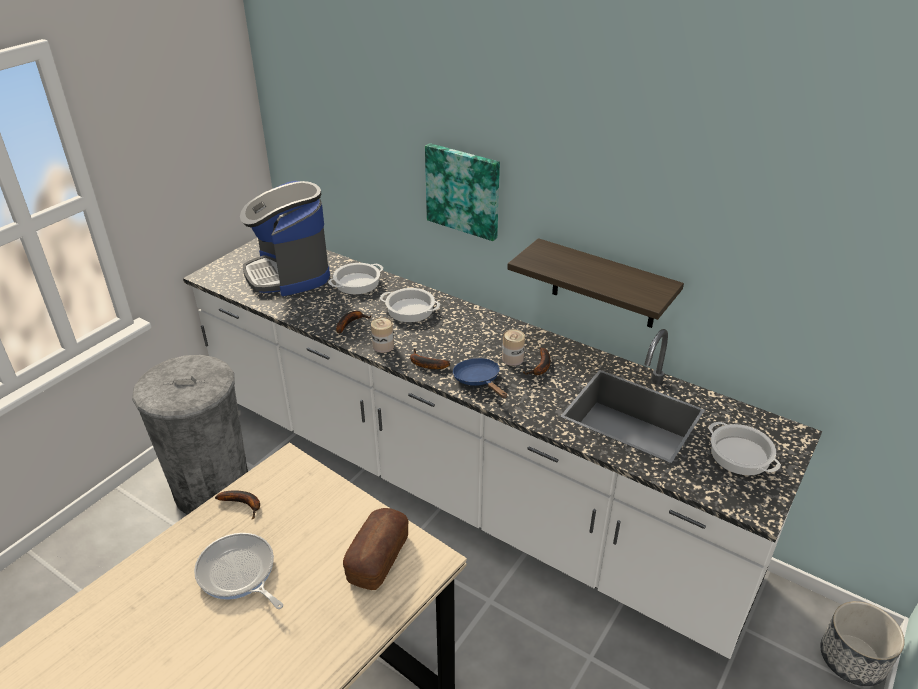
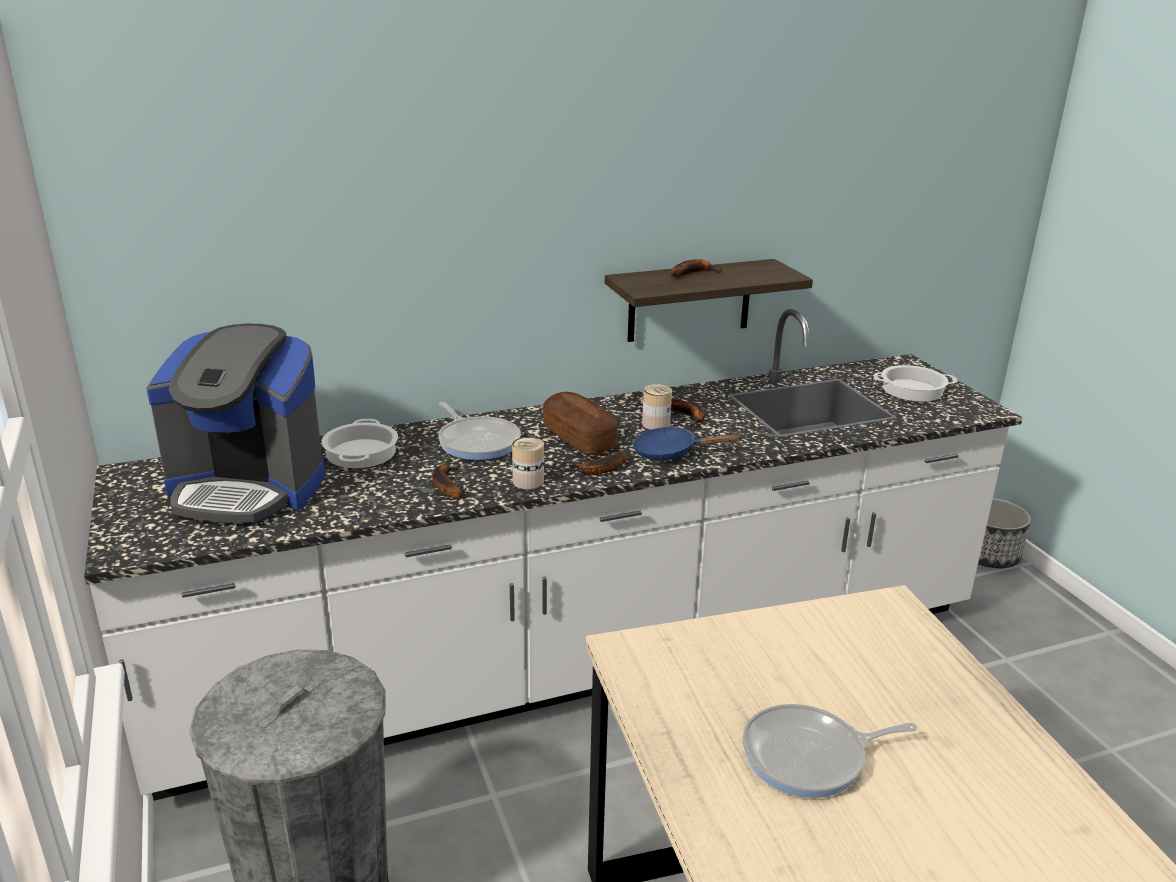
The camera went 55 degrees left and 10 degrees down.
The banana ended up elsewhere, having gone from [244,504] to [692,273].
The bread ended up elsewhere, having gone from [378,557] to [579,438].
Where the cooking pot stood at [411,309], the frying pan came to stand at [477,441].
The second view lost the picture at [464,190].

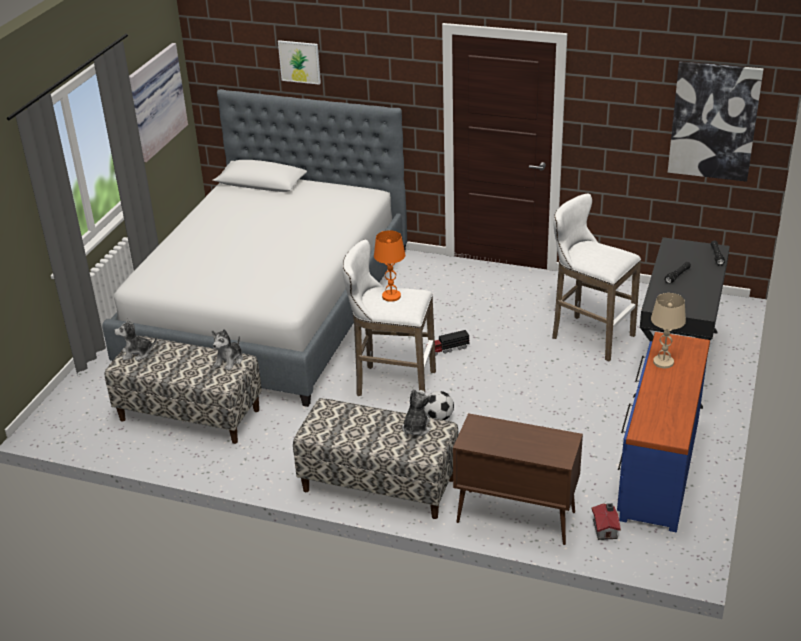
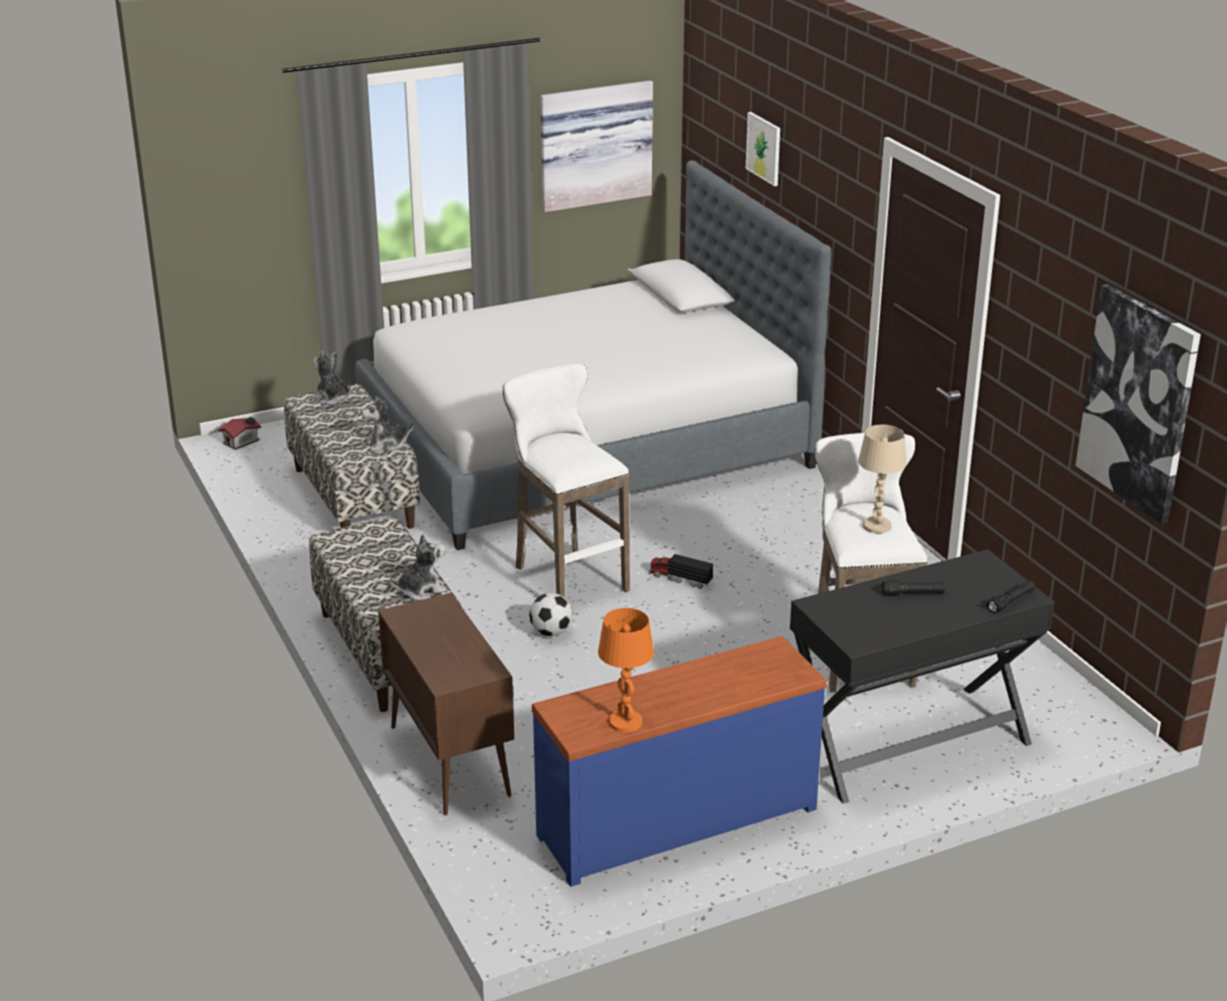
The camera went 45 degrees right and 5 degrees down.
The orange table lamp ended up elsewhere, having gone from [391,296] to [626,722].
The toy house ended up elsewhere, having gone from [605,528] to [242,442].
The beige table lamp ended up elsewhere, having gone from [663,362] to [877,526].

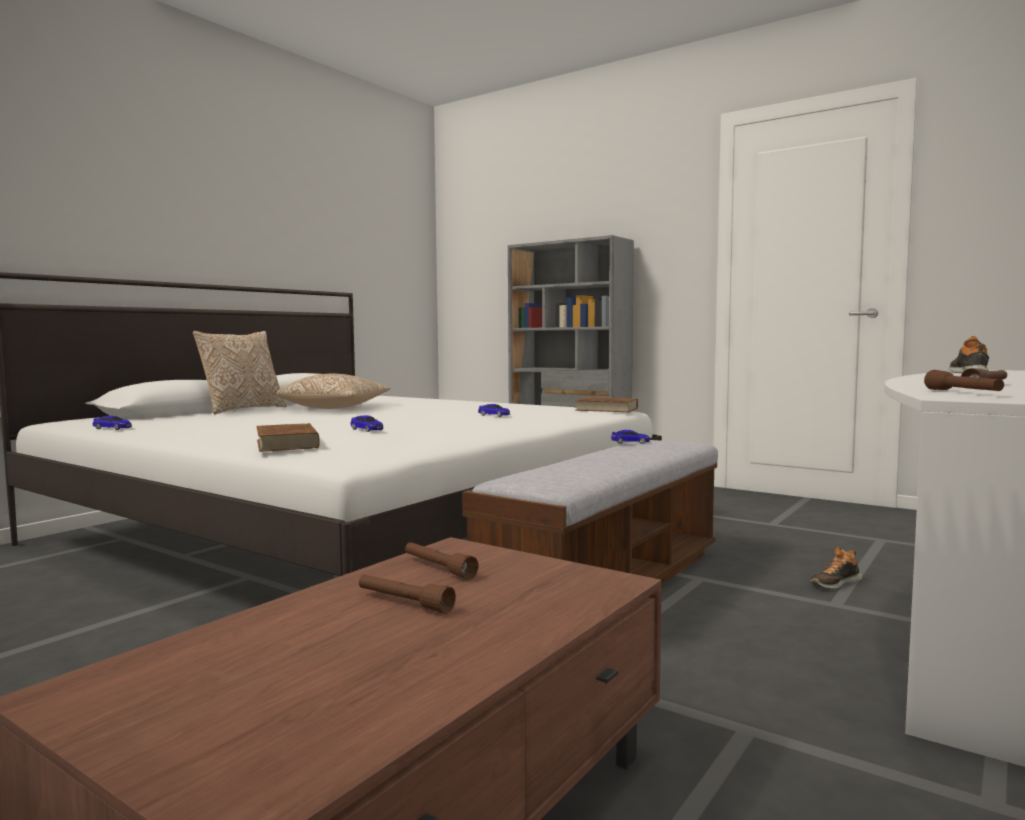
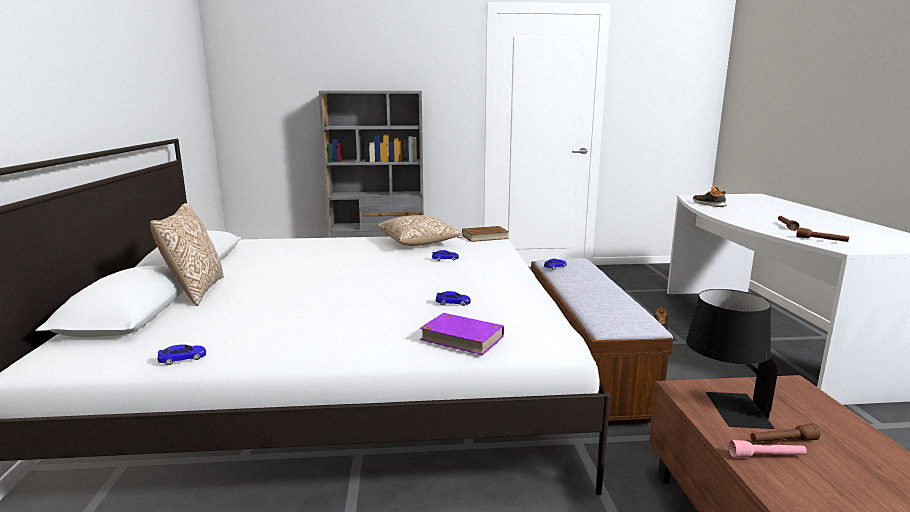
The camera went 40 degrees left and 10 degrees up.
What was the brown book at [287,444] turned into the purple book at [461,338].
The pillow ended up elsewhere, having gone from [335,408] to [419,243].
Where the brown flashlight stood at [438,568], the black table lamp came to stand at [723,409].
The second view gained the pink flashlight at [766,456].

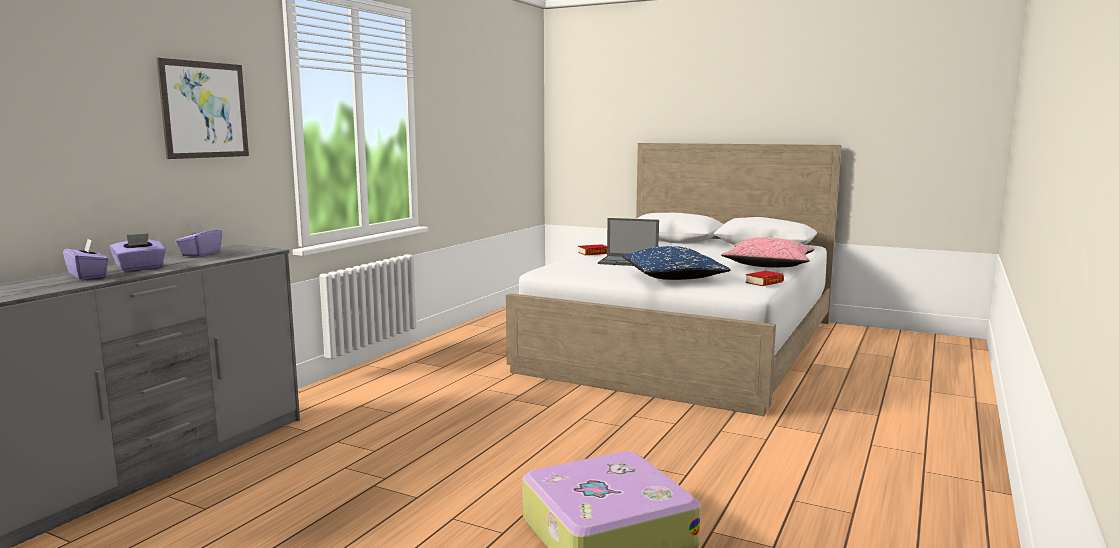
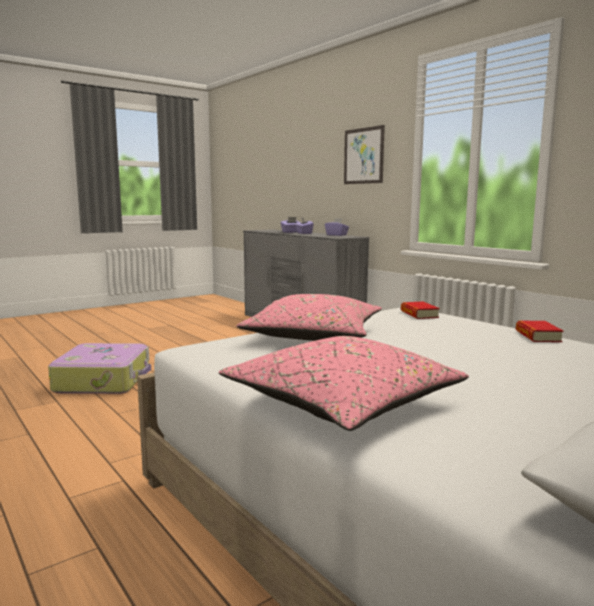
The camera went 115 degrees right and 0 degrees up.
The second view lost the laptop at [629,262].
What was the blue pillow at [673,277] turned into the pink pillow at [313,336].
The book ended up elsewhere, having gone from [764,282] to [419,314].

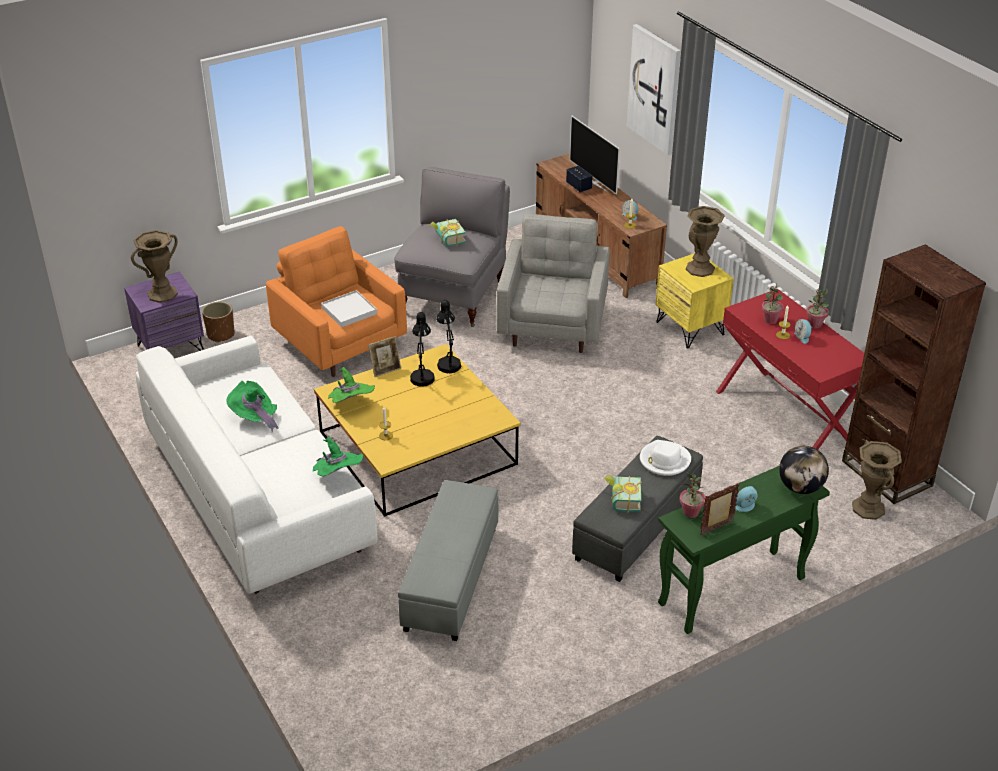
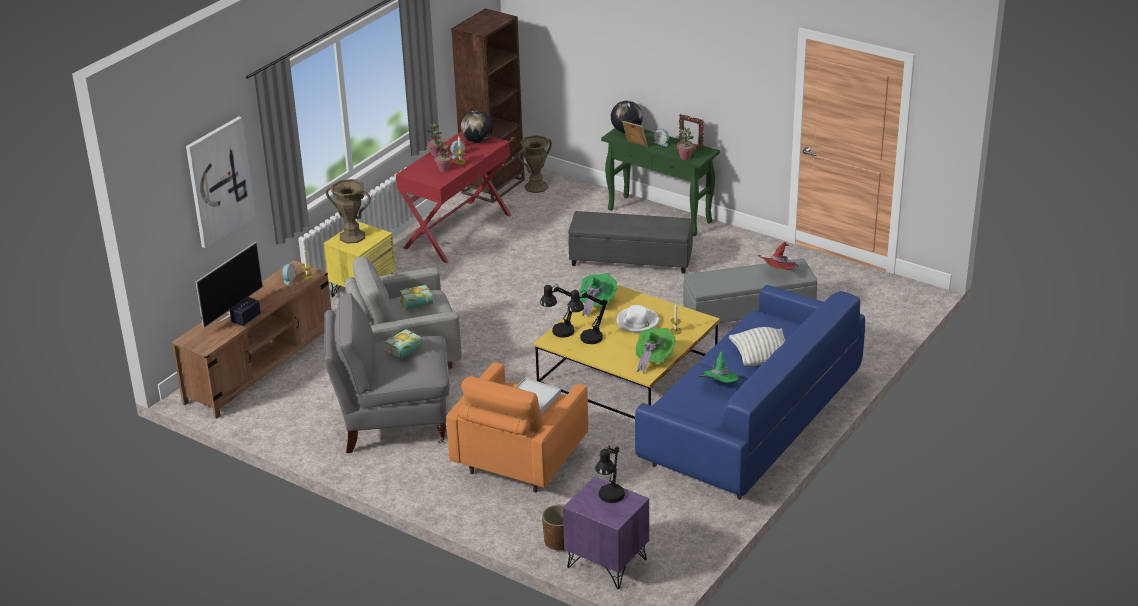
The camera went 115 degrees left and 5 degrees down.
Where the brown vase stood at [162,294], the black table lamp came to stand at [609,498].
What was the white sofa at [260,495] turned into the blue sofa at [749,423].
The green hat ended up elsewhere, having gone from [338,475] to [596,303].
The picture frame ended up elsewhere, having gone from [385,370] to [635,146].
The book ended up elsewhere, having gone from [621,500] to [418,306].
The white hat ended up elsewhere, having gone from [664,460] to [637,322].
The second view gained the globe at [477,141].
The second view gained the pillow at [762,359].
The second view gained the red hat at [777,274].

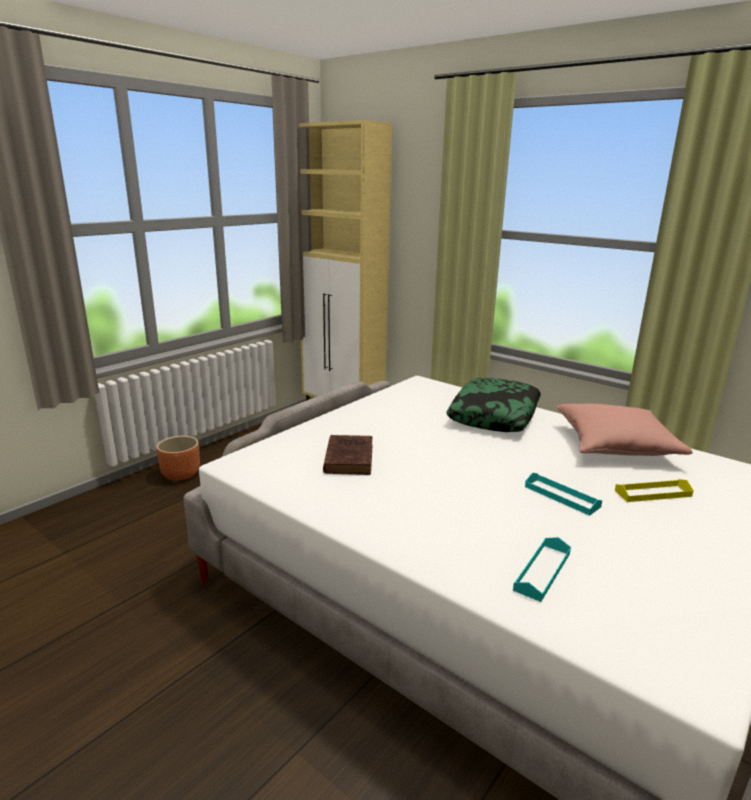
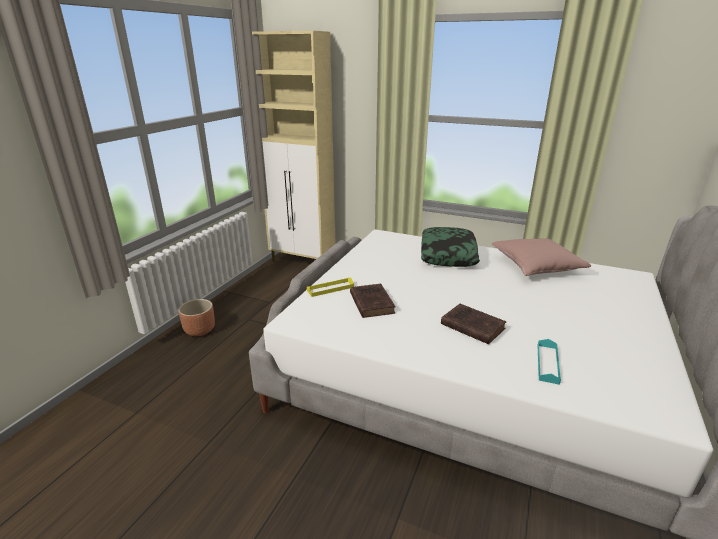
The camera went 15 degrees left and 5 degrees up.
The second view lost the turquoise tray at [561,496].
The yellow tray ended up elsewhere, having gone from [653,493] to [330,289].
The second view gained the brown book at [471,326].

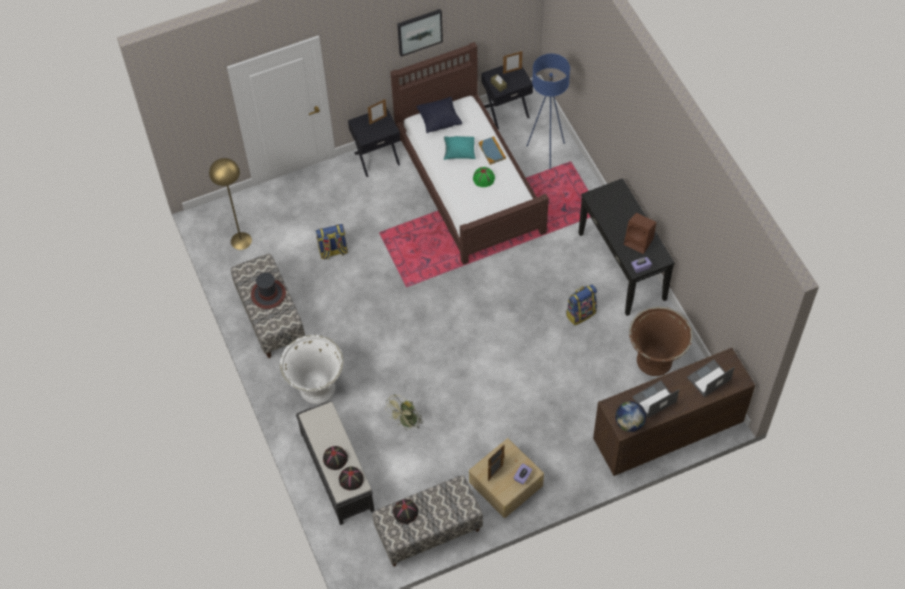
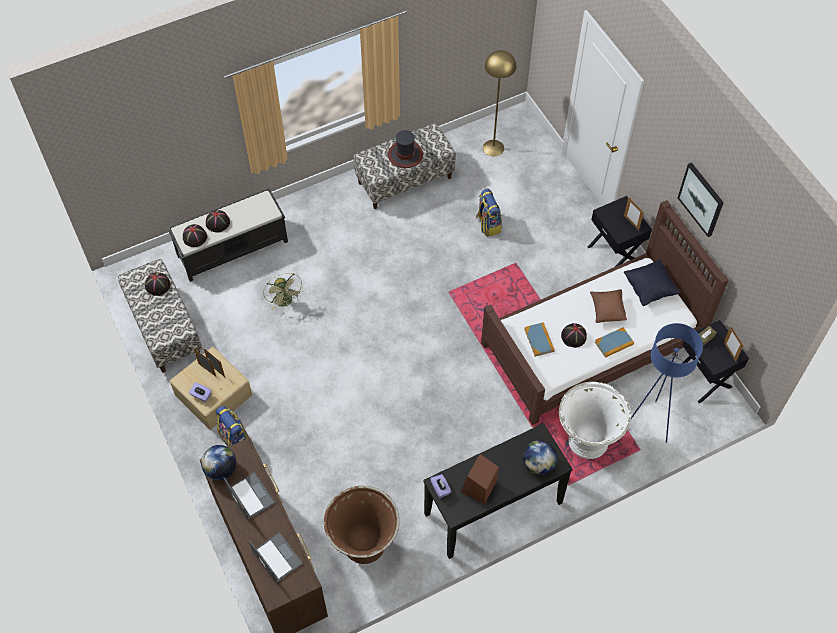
The camera went 85 degrees right and 0 degrees up.
The white planter ended up elsewhere, having gone from [316,389] to [587,440].
The green fan at [406,423] ended up facing another way, 150 degrees counterclockwise from before.
What was the turquoise pillow at [459,152] turned into the brown pillow at [607,310].
What was the green hat at [484,178] turned into the black hat at [573,337].
The backpack ended up elsewhere, having gone from [580,313] to [235,439].
The second view gained the globe at [538,464].
The second view gained the book at [539,340].

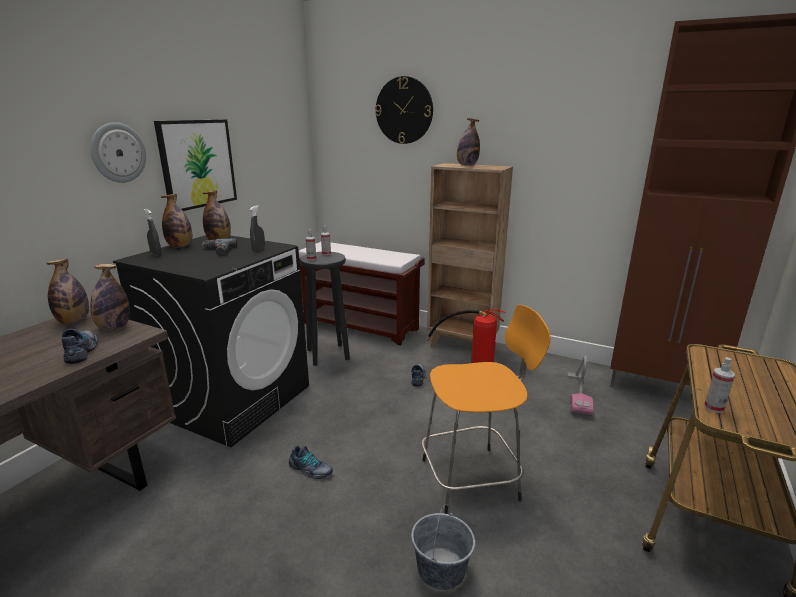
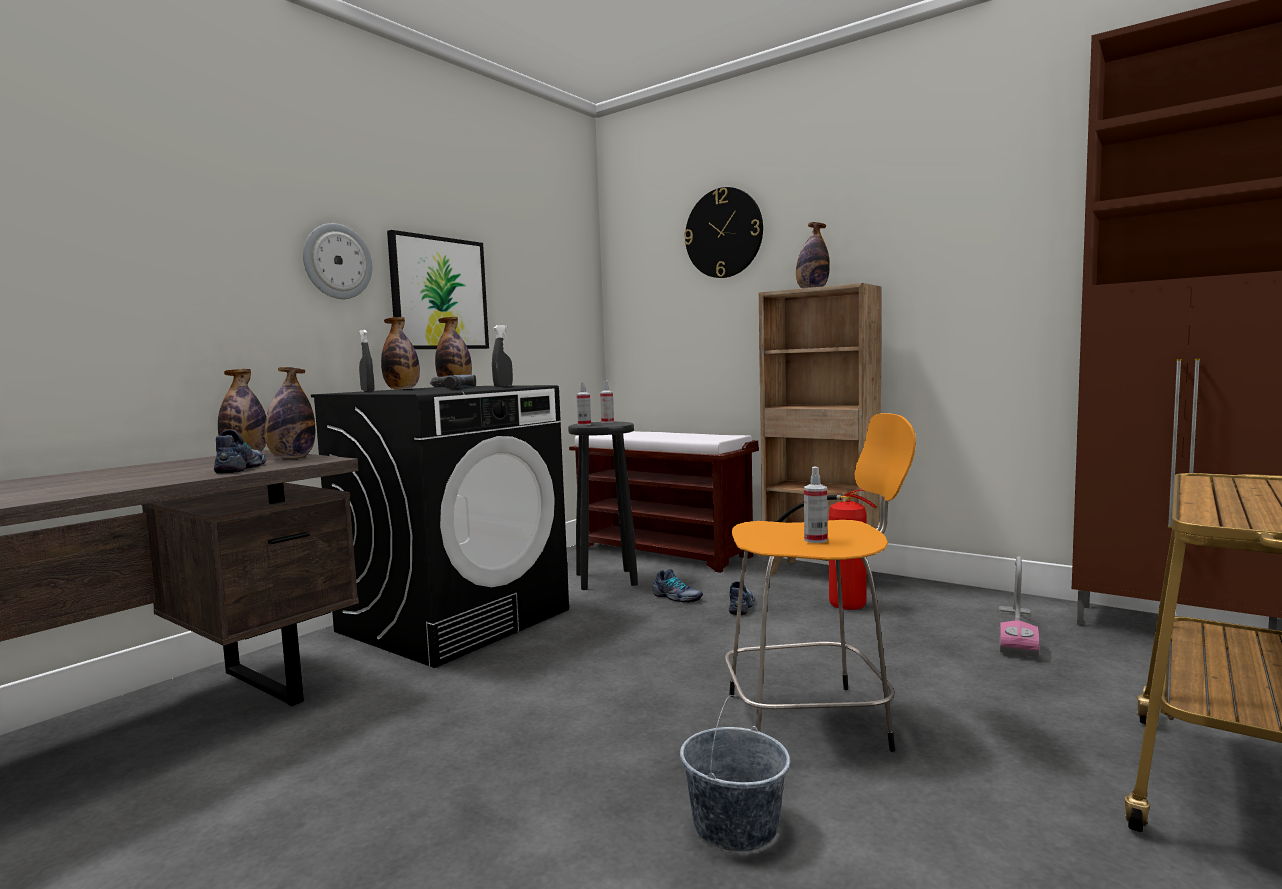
The camera went 10 degrees right and 15 degrees down.
The shoe ended up elsewhere, having gone from [310,470] to [676,597].
The spray bottle ended up elsewhere, having gone from [714,407] to [815,540].

